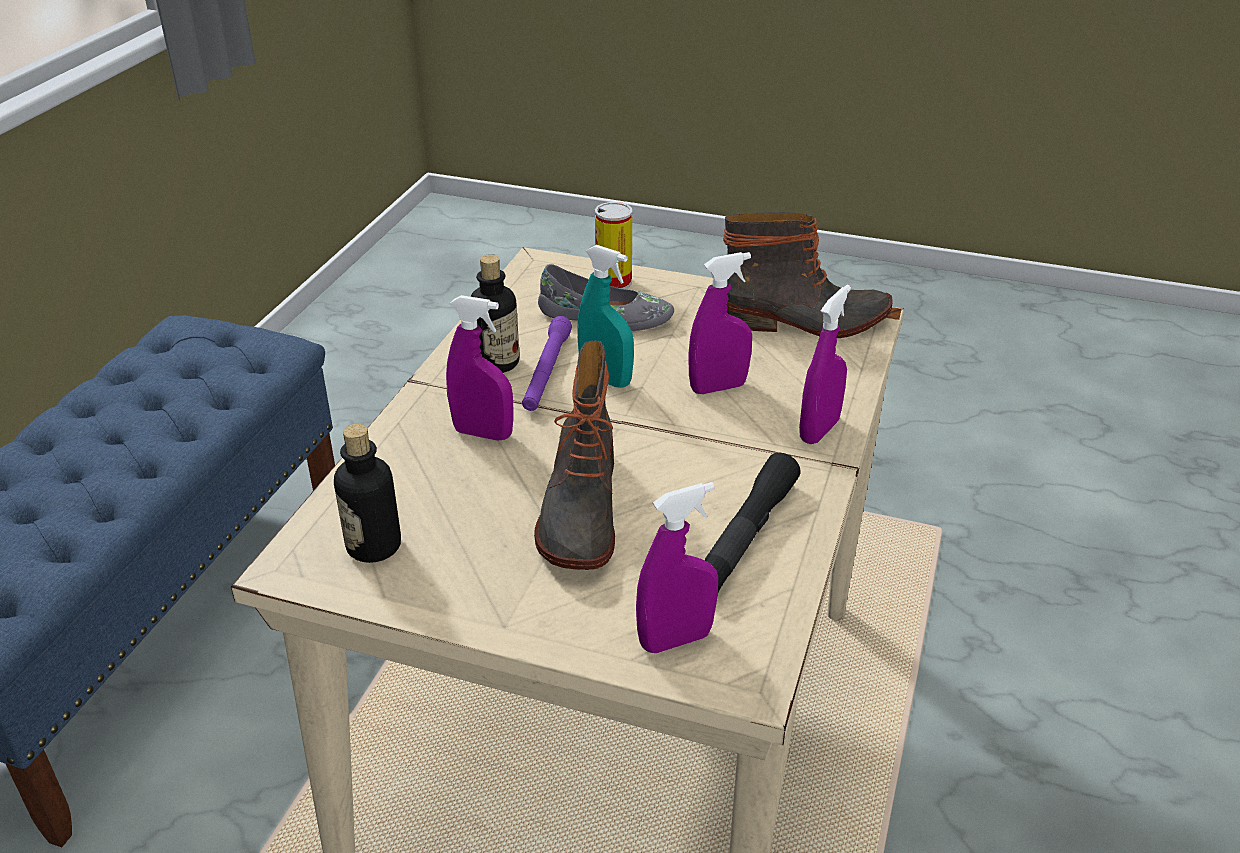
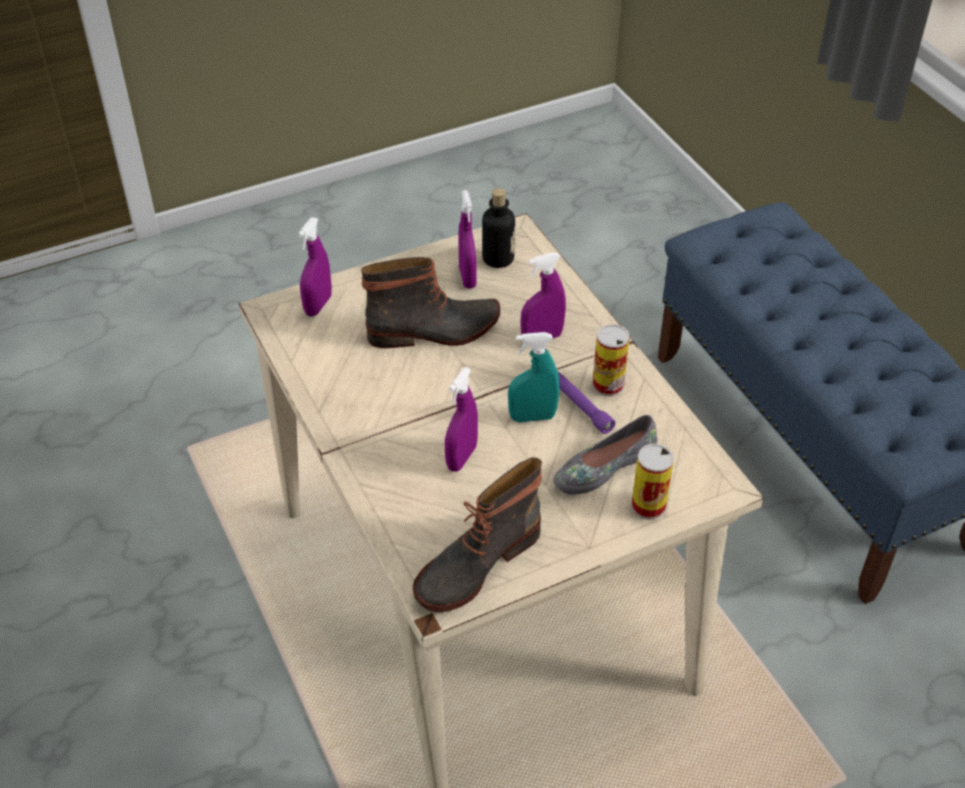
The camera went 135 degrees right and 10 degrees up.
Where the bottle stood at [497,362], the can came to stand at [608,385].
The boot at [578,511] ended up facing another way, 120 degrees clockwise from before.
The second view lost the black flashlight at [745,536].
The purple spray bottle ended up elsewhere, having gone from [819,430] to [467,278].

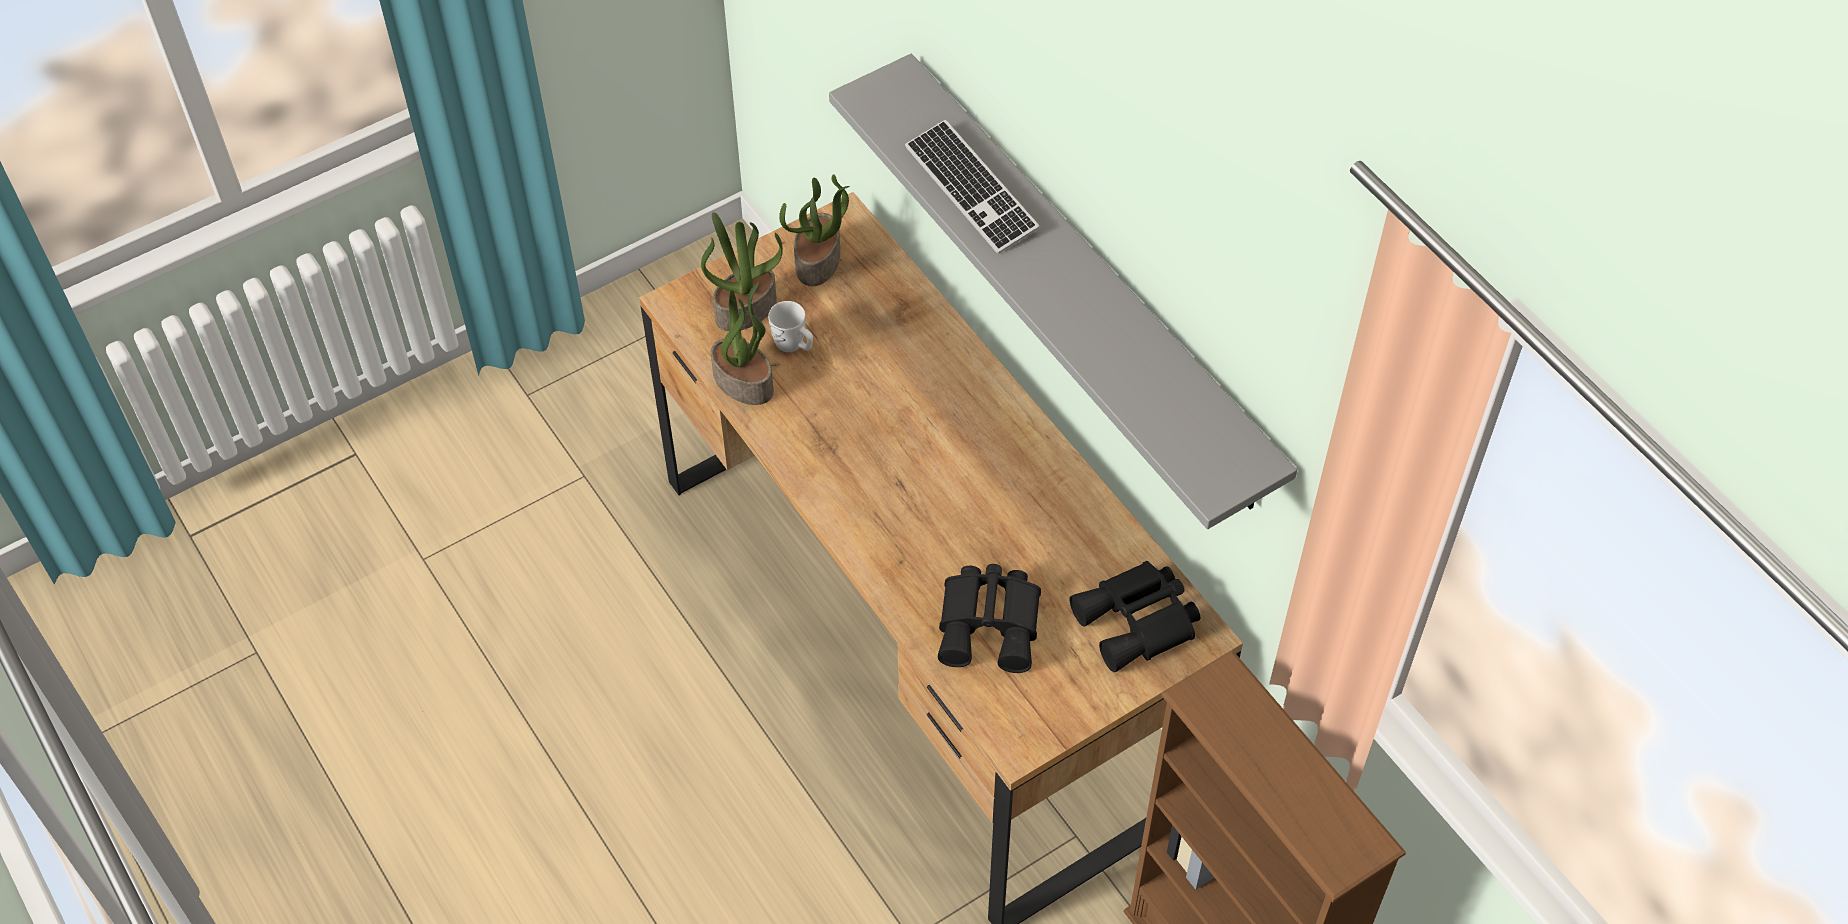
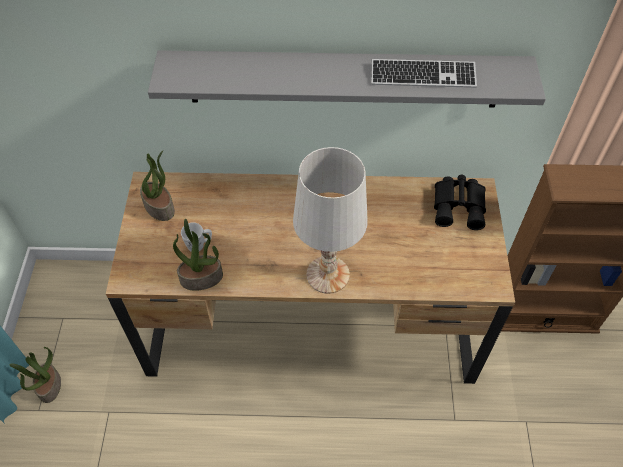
The camera went 55 degrees left and 0 degrees up.
The potted plant ended up elsewhere, having gone from [746,308] to [49,385].
The keyboard ended up elsewhere, having gone from [971,189] to [423,76].
The second view lost the black binoculars at [991,624].
The second view gained the white table lamp at [327,274].

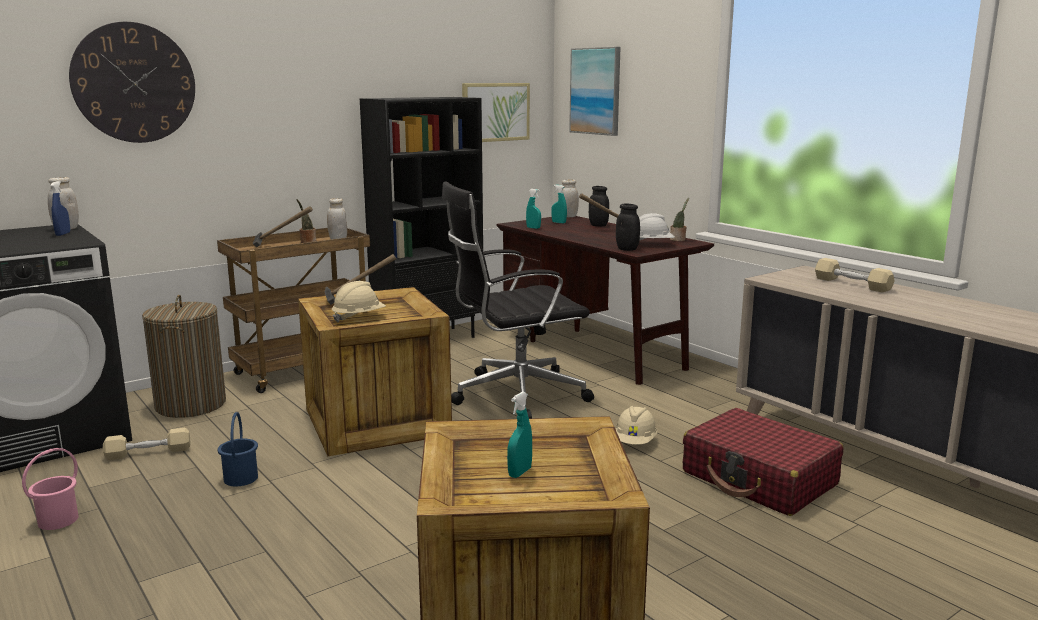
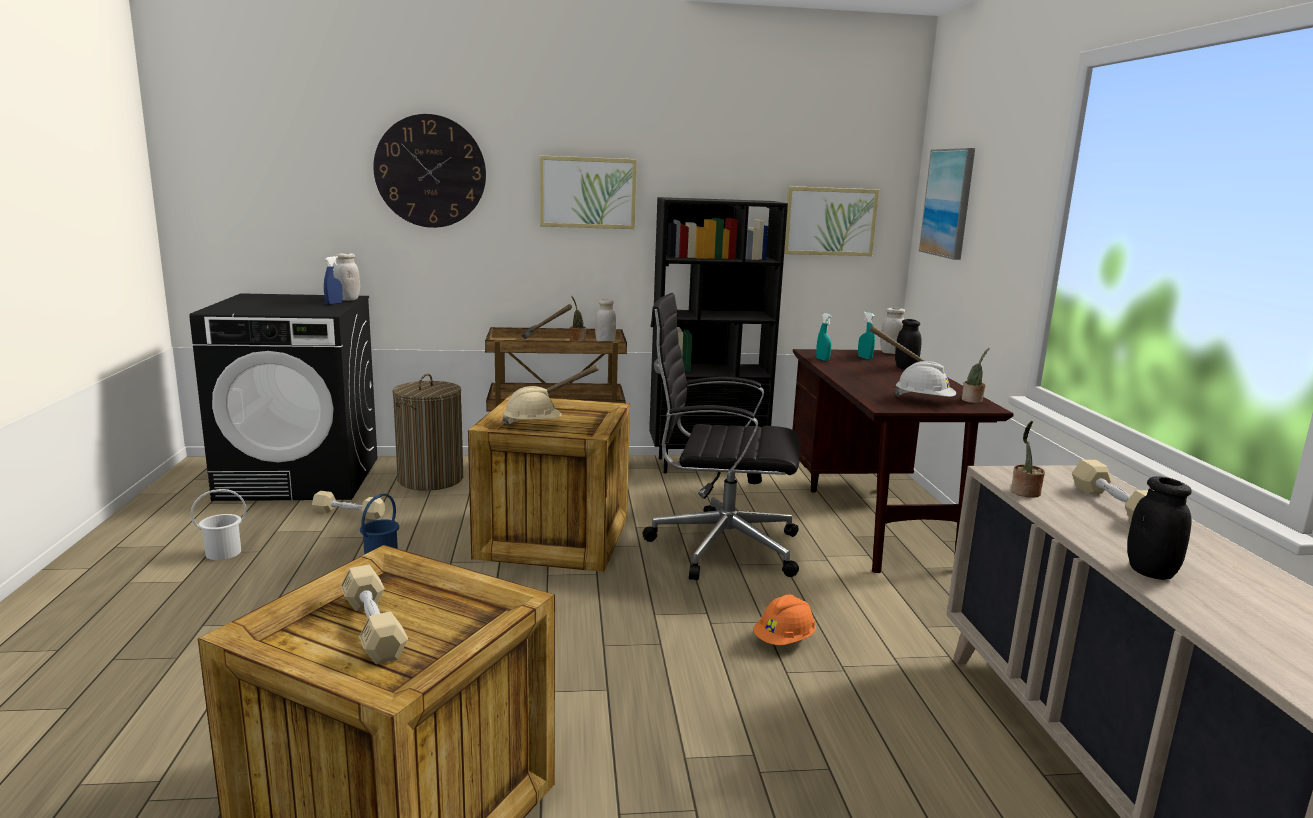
The camera went 30 degrees right and 0 degrees up.
What was the pink bucket at [57,520] turned into the white bucket at [223,552].
Where the turquoise spray bottle stood at [520,472], the beige dumbbell came to stand at [373,628].
What was the beige hard hat at [635,442] turned into the orange hard hat at [784,640].
The black jar ended up elsewhere, having gone from [627,249] to [1150,572].
The second view lost the red suitcase at [759,479].
The second view gained the picture at [588,192].
The second view gained the potted plant at [1024,493].

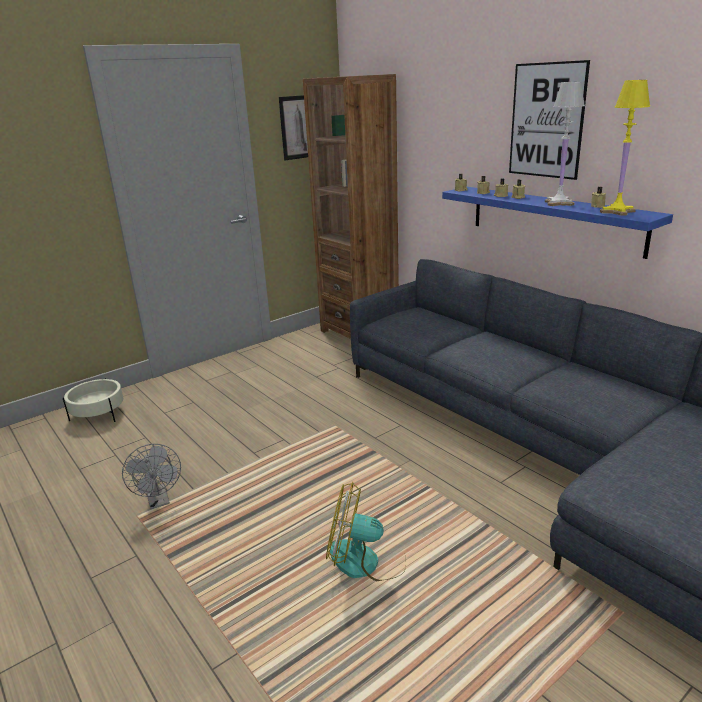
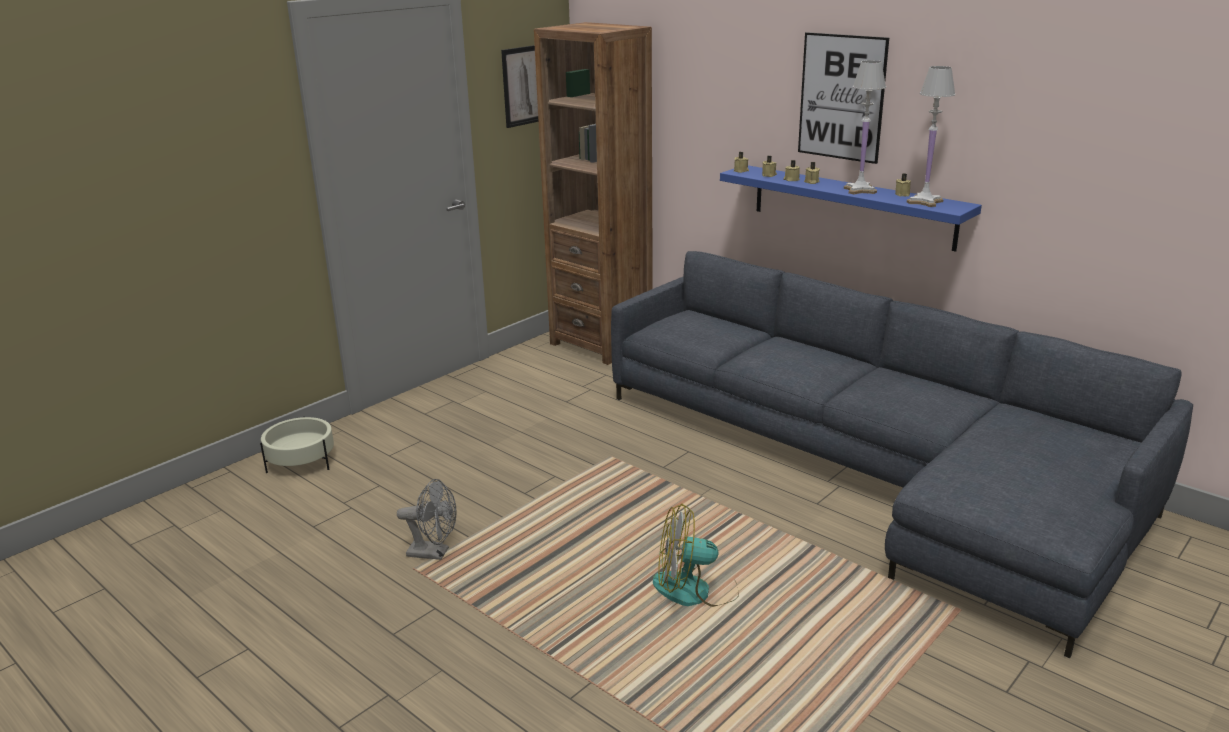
The camera went 10 degrees left and 0 degrees up.
The grey fan at [159,502] ended up facing another way, 45 degrees counterclockwise from before.
What was the yellow table lamp at [617,211] turned into the white table lamp at [925,202].

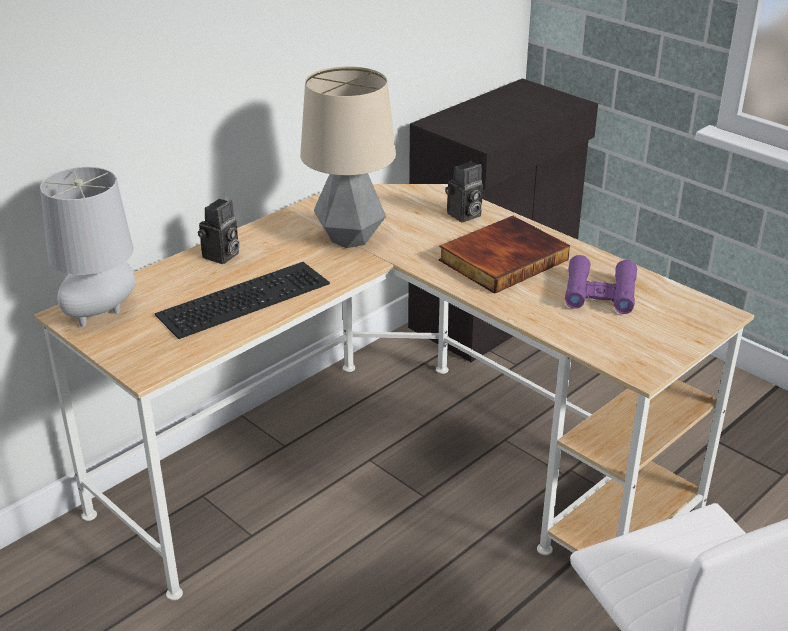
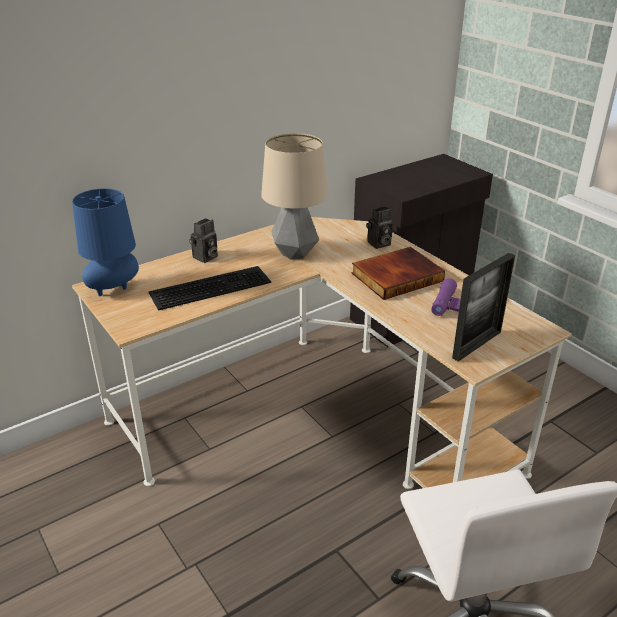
The camera went 10 degrees right and 0 degrees up.
What was the grey table lamp at [101,314] turned into the blue table lamp at [114,289].
The second view gained the picture frame at [477,345].

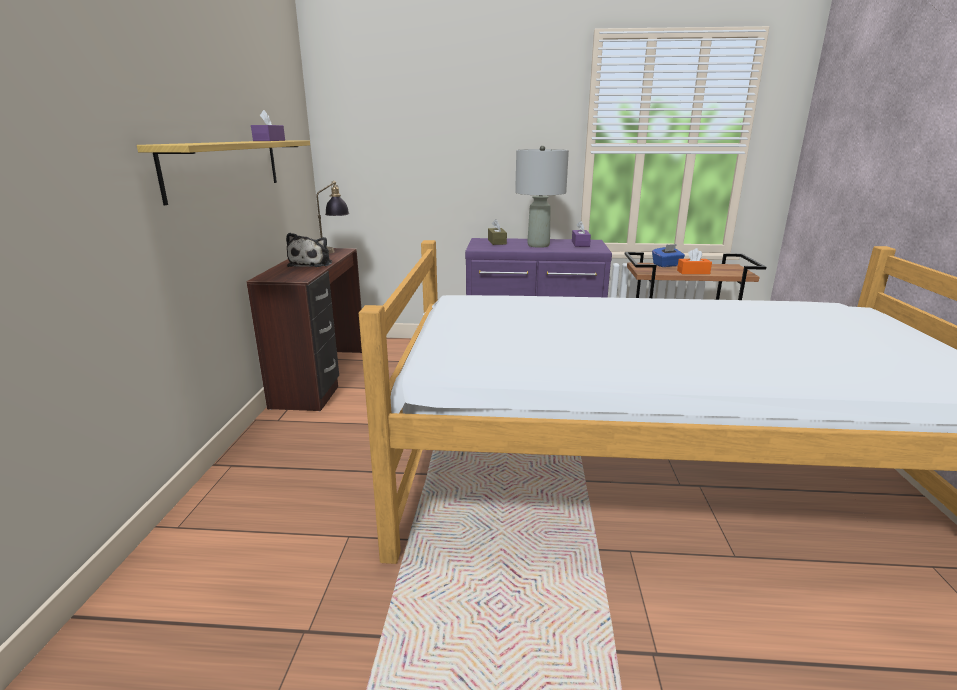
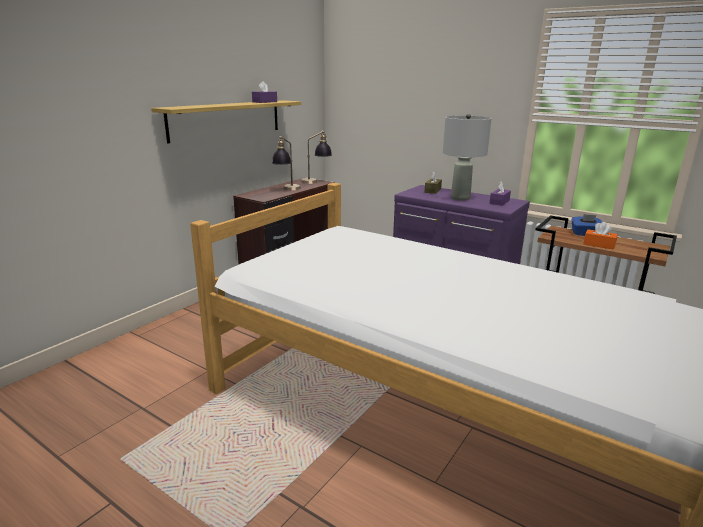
The camera went 30 degrees right and 0 degrees up.
Where the plush toy stood at [312,264], the table lamp came to stand at [287,189].

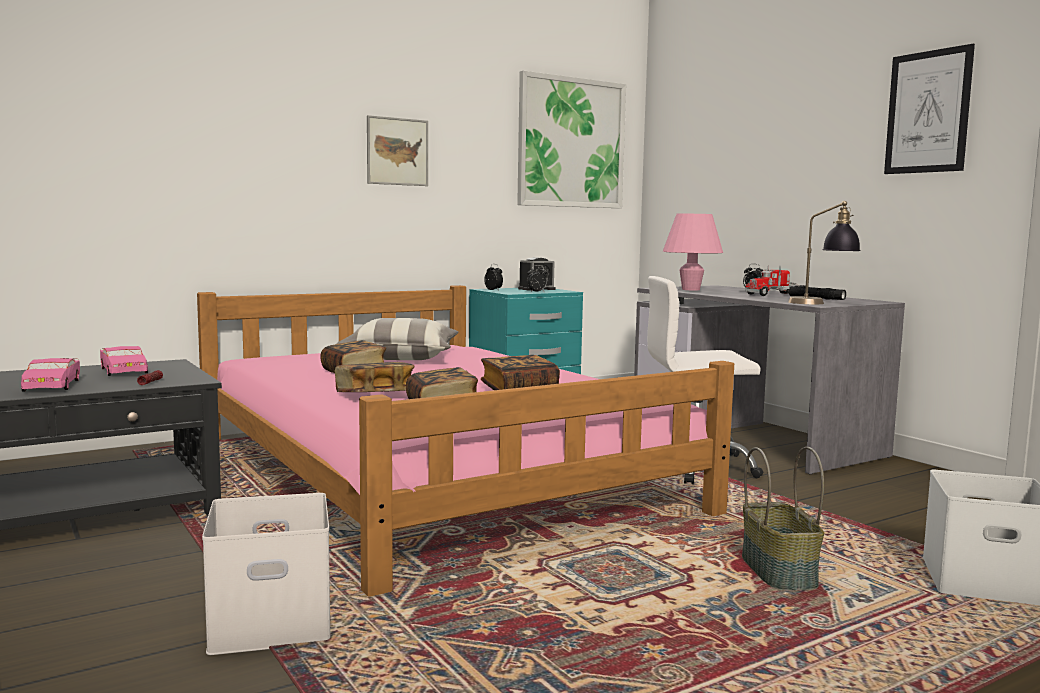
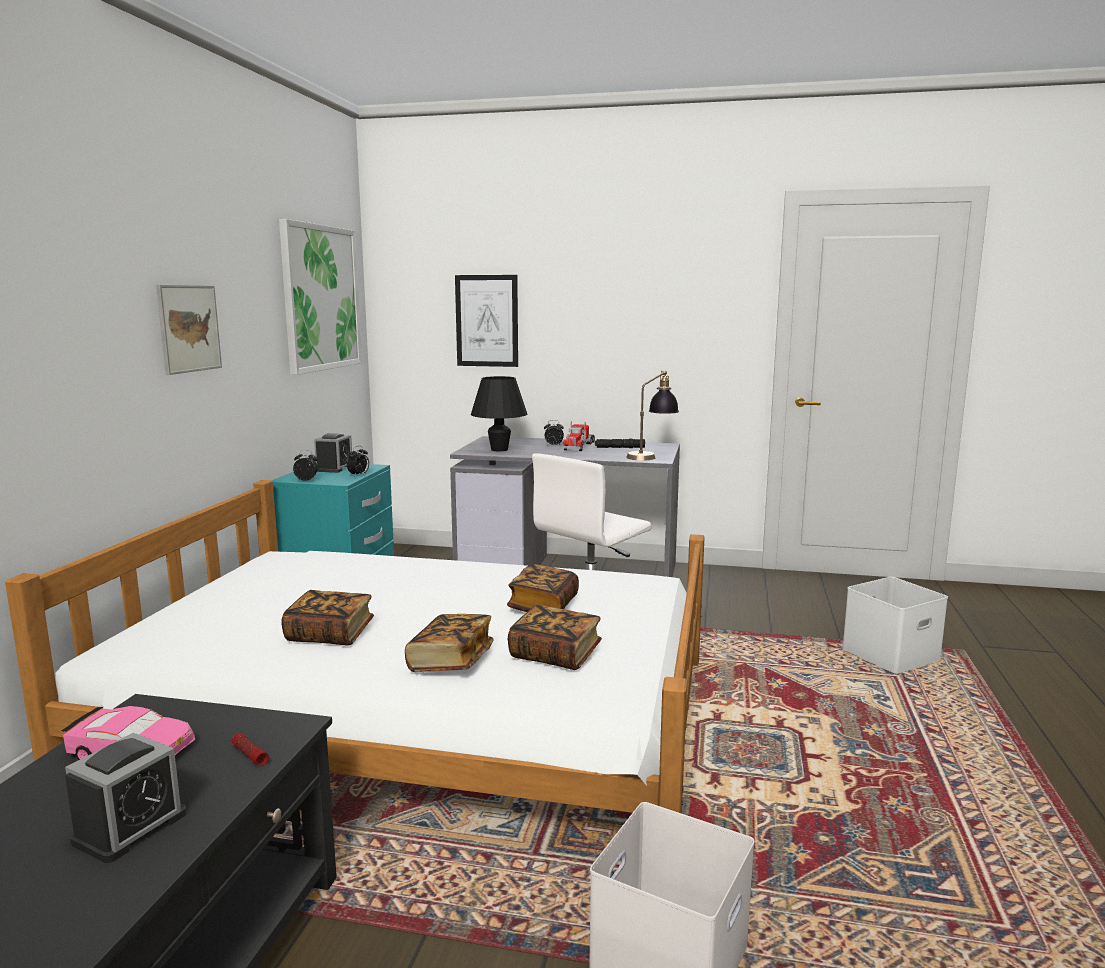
The camera went 45 degrees left and 5 degrees up.
Where the pink toy car stood at [52,385], the alarm clock came to stand at [130,828].
What was the pink bed at [432,472] turned into the white bed at [420,714].
The second view lost the pillow at [400,358].
What was the pink table lamp at [690,289] turned into the black table lamp at [499,449].
The second view lost the basket at [780,572].
The picture ended up elsewhere, having gone from [928,112] to [487,321].

